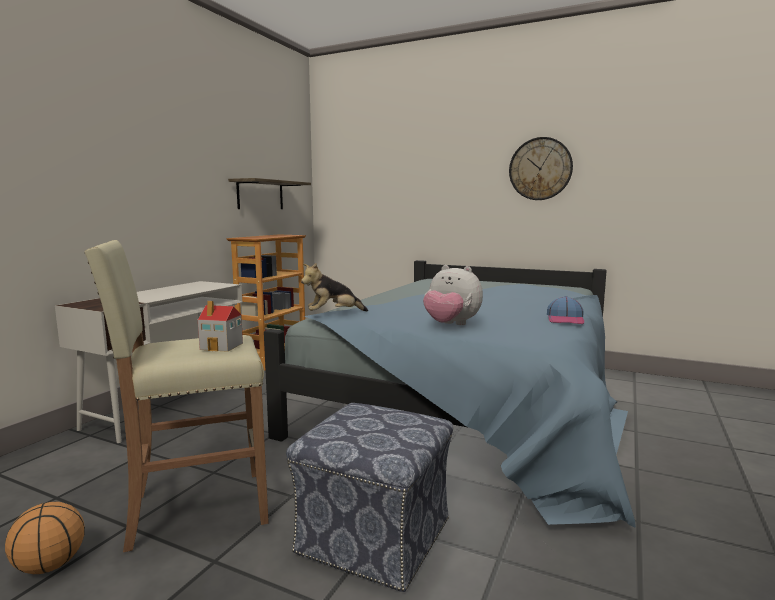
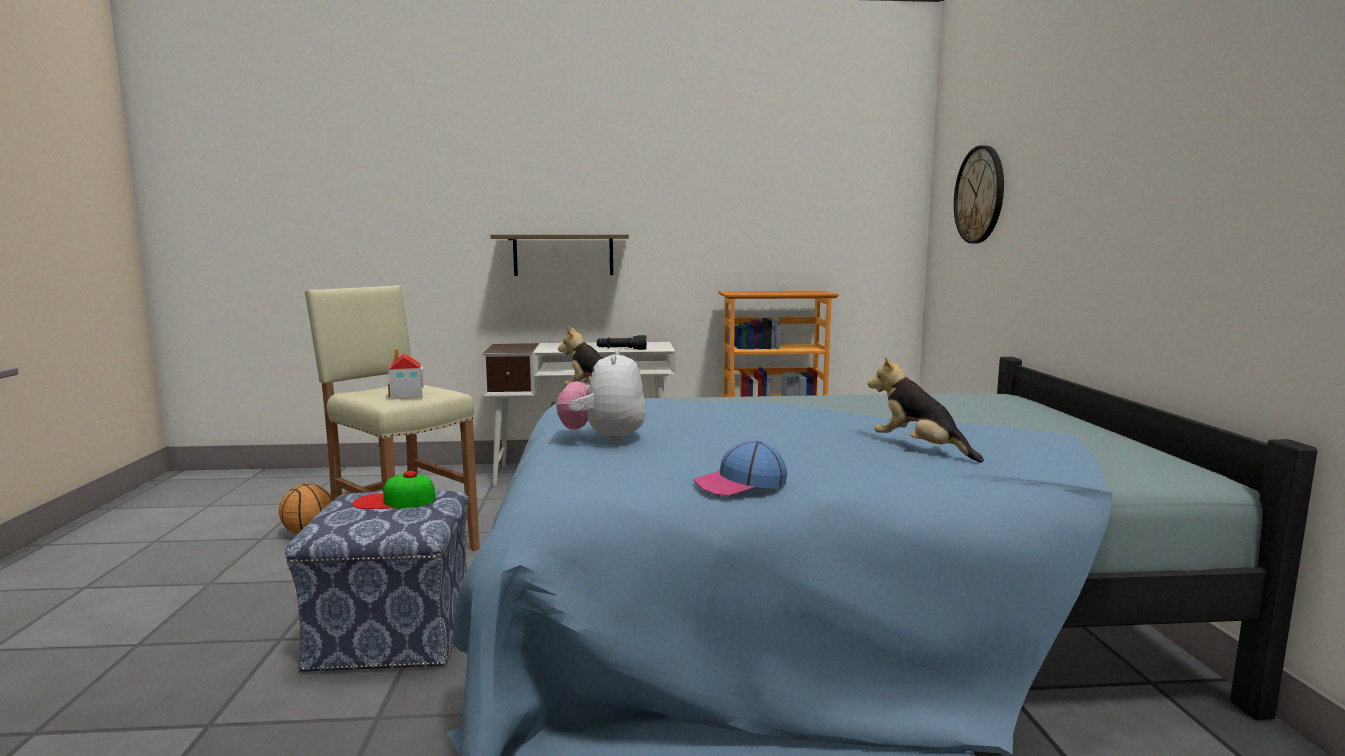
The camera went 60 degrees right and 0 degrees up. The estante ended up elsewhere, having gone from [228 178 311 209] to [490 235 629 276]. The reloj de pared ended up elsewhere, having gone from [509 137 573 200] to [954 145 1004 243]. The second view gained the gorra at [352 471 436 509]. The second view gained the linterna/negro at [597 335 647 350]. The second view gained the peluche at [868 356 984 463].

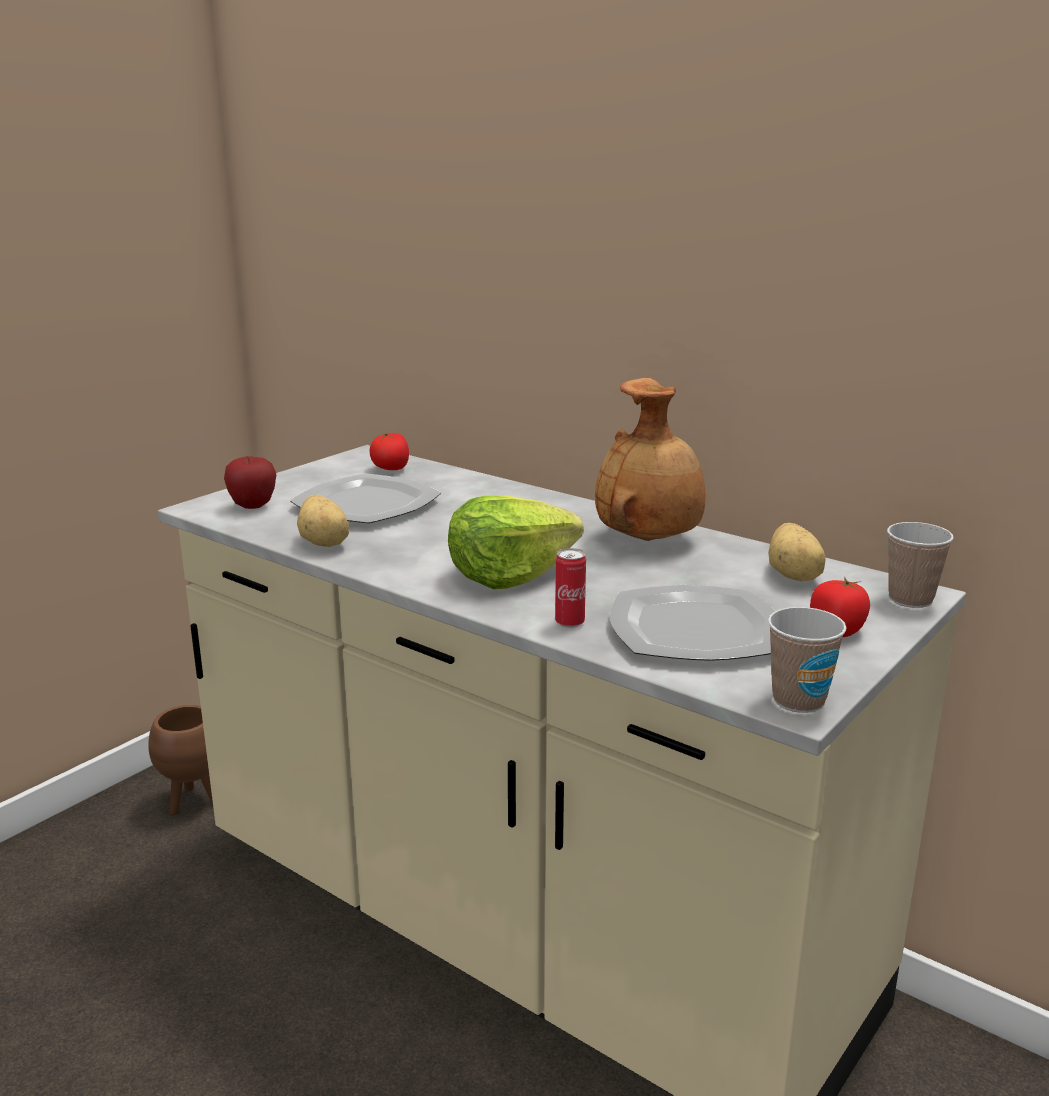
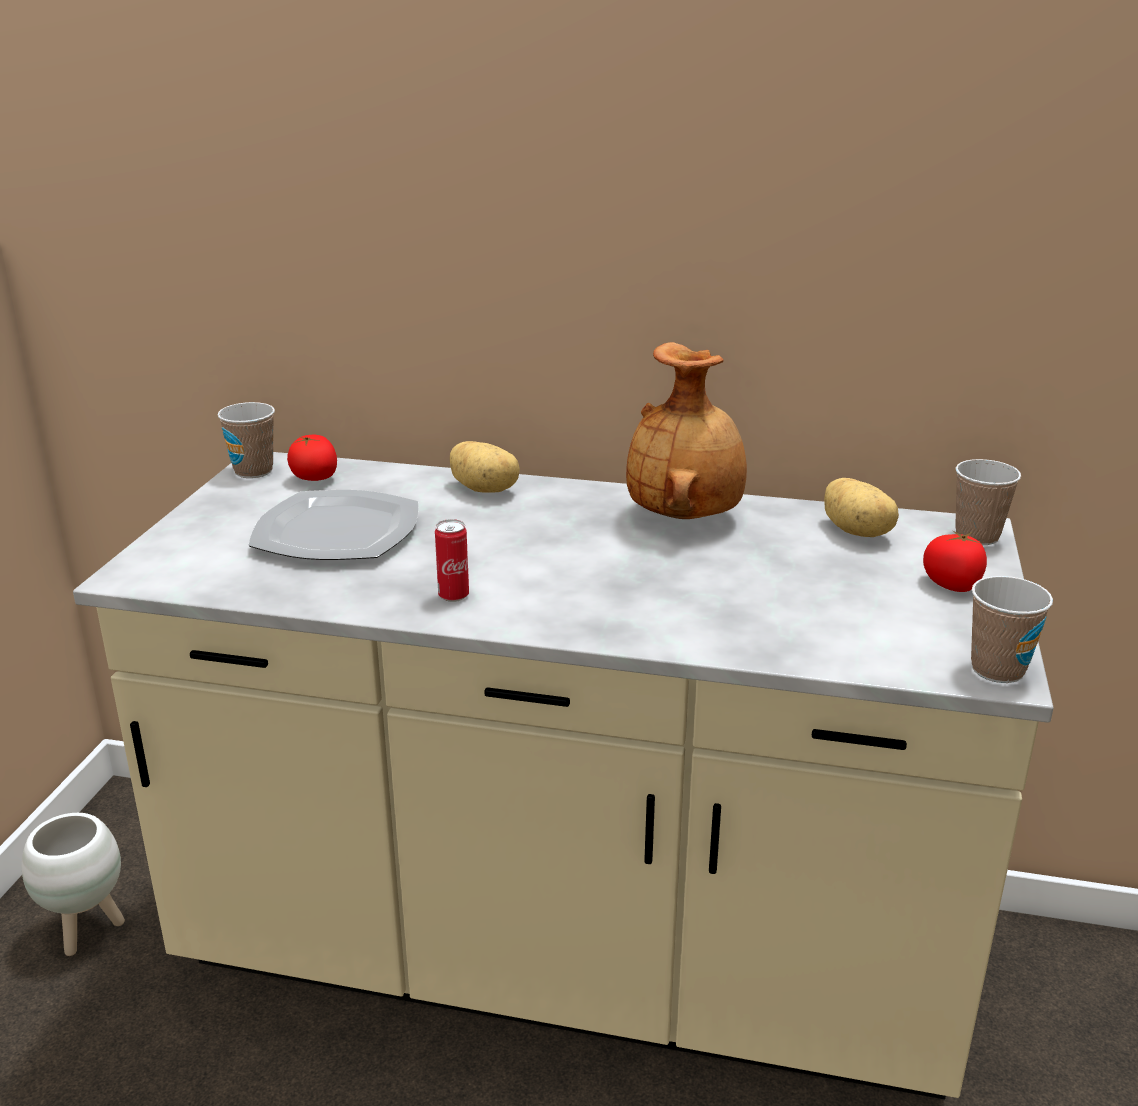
The camera went 25 degrees left and 5 degrees up. What was the maceta/marrón at [148 705 213 815] turned into the maceta/blanco at [22 813 125 956]. The second view lost the manzana at [224 456 276 509]. The patata ended up elsewhere, having gone from [297 495 349 547] to [450 441 520 493]. The second view lost the lechuga at [448 495 583 589]. The lata ended up elsewhere, having gone from [555 548 586 628] to [435 519 469 602]. The second view lost the plato at [610 585 775 661]. The second view gained the taza at [218 402 275 478].

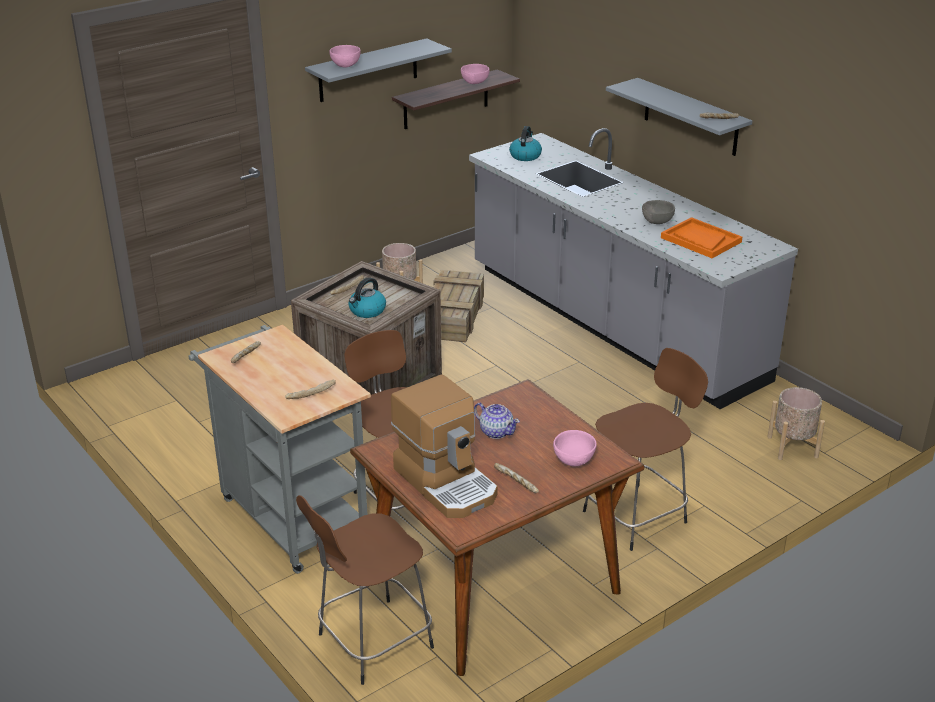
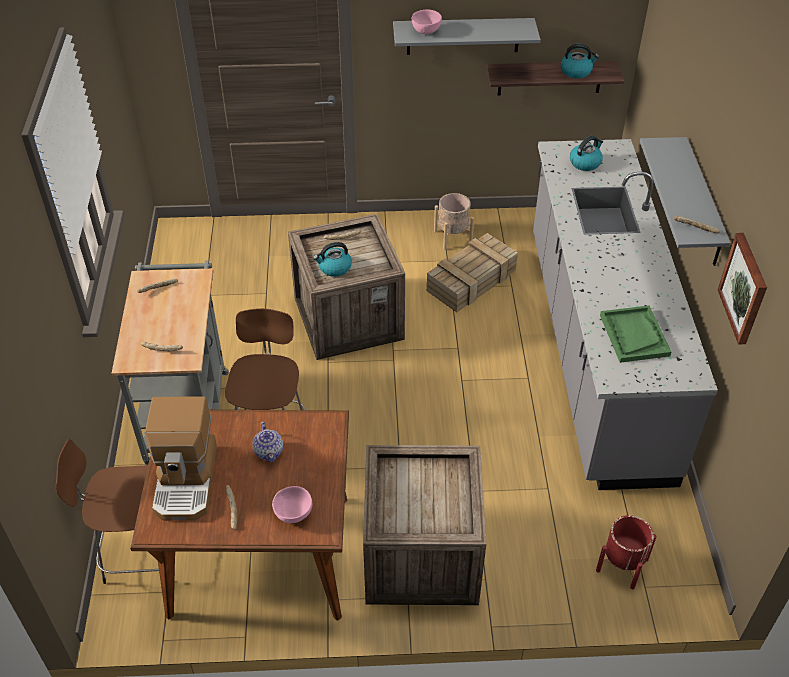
The camera went 35 degrees right and 15 degrees up. Where the cuenco/rosa stood at [461 64 489 84], the hervidor came to stand at [561 44 599 79]. Where the taburete/marrón stood at [583 348 708 551], the caja de embalaje came to stand at [363 445 486 605]. The second view lost the cuenco/gris at [642 200 675 224]. What was the bandeja/naranja at [661 217 742 258] turned into the bandeja/verde at [600 305 671 363]. What was the maceta/beis at [767 387 825 460] turned into the maceta/rojo at [596 515 657 589]. The second view gained the cuadro at [718 233 767 345].

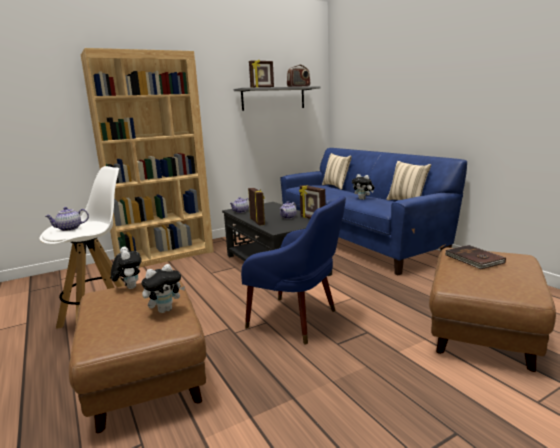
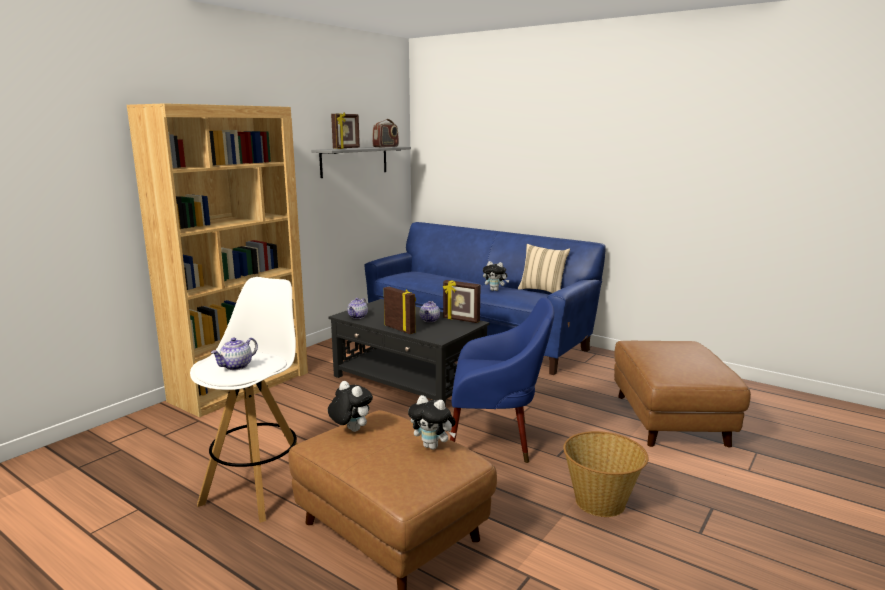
The camera went 25 degrees left and 0 degrees up. The peluche at [141 264 185 313] ended up facing another way, 90 degrees clockwise from before. The second view lost the cojín/beis at [322 153 352 190]. The second view lost the libro/marrón at [445 245 506 269]. The second view gained the cesta at [563 431 649 517].

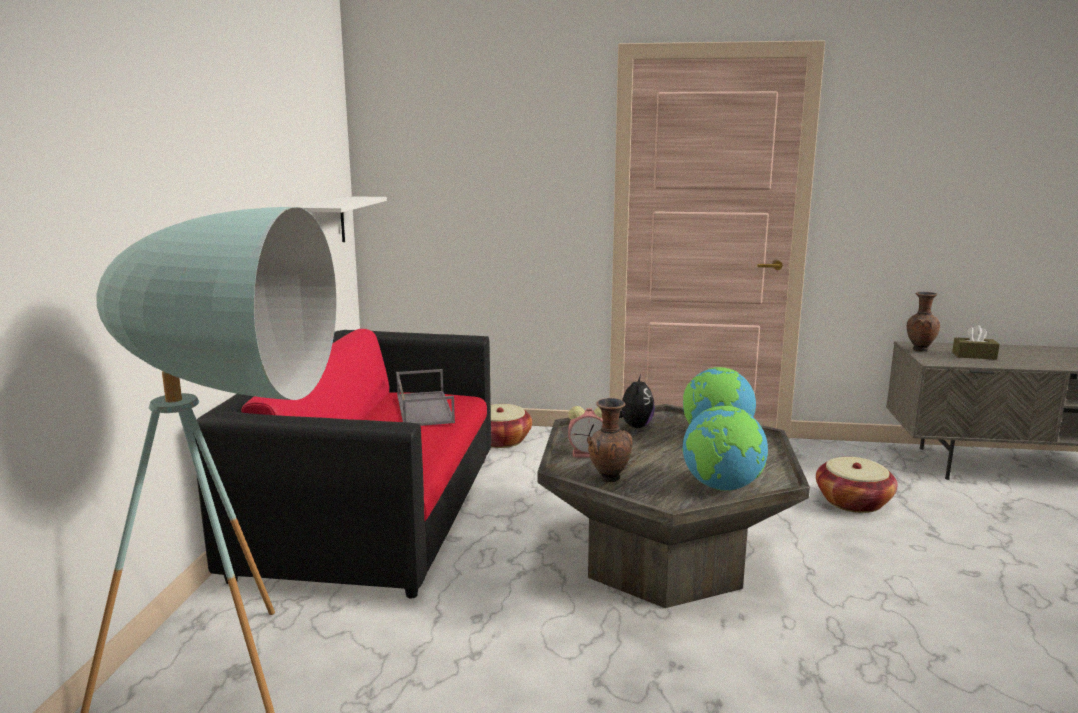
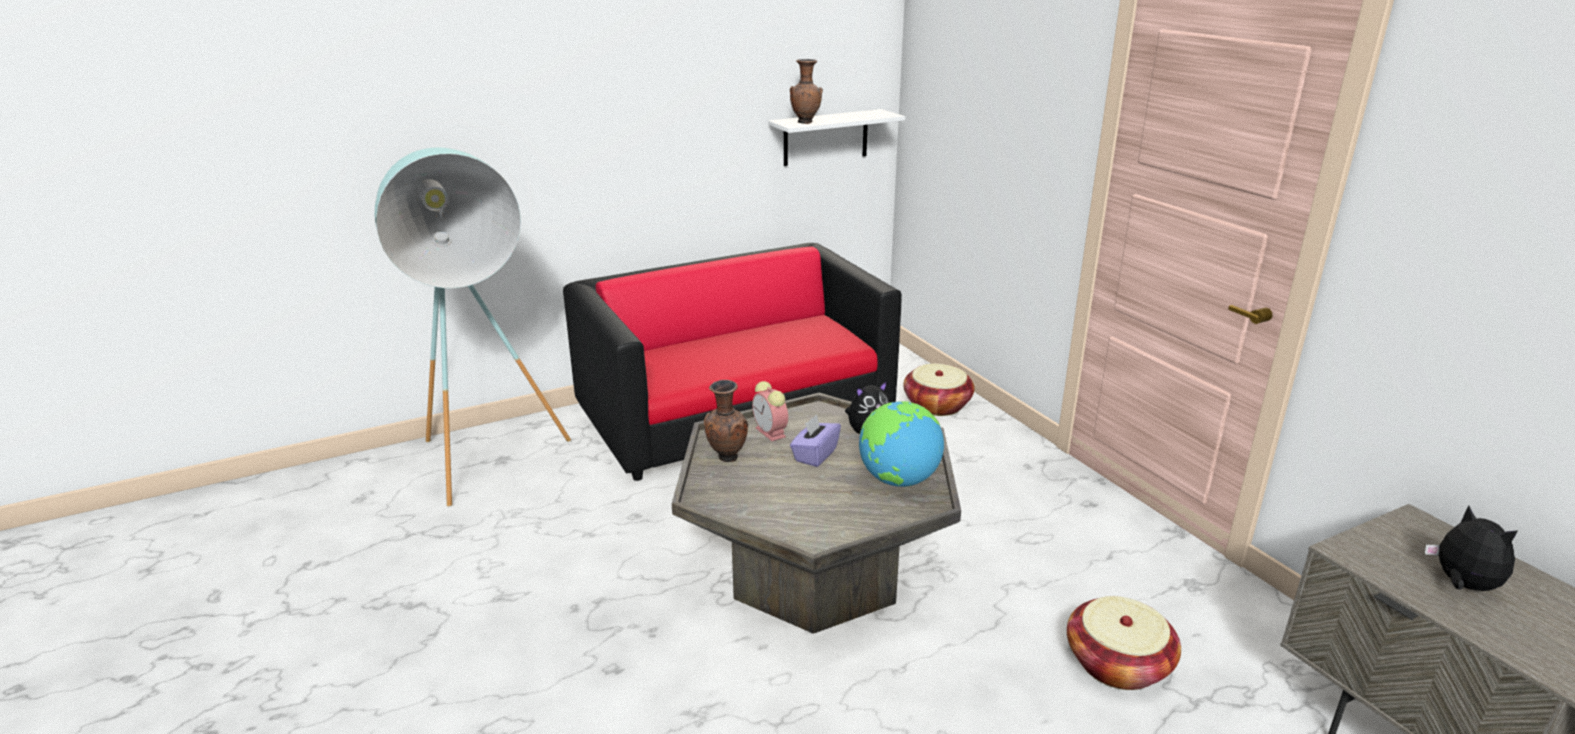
The camera went 55 degrees right and 10 degrees up. The second view lost the bandeja/gris at [396 369 455 426]. The second view lost the globo terráqueo at [682 406 768 491]. The florero/marrón ended up elsewhere, having gone from [907 292 940 351] to [790 59 823 124]. Where the caja de pañuelos/marrón stood at [952 325 1000 360], the peluche came to stand at [1425 505 1518 591]. The second view gained the caja de pañuelos/morado at [790 414 841 467].

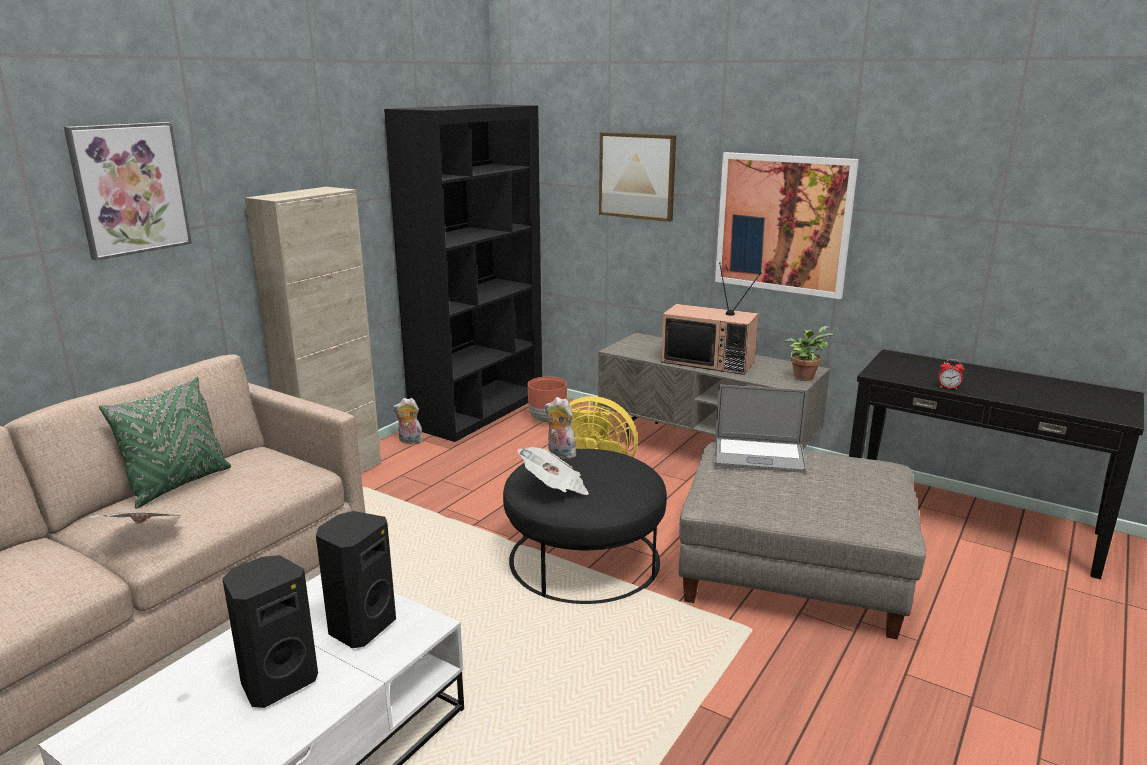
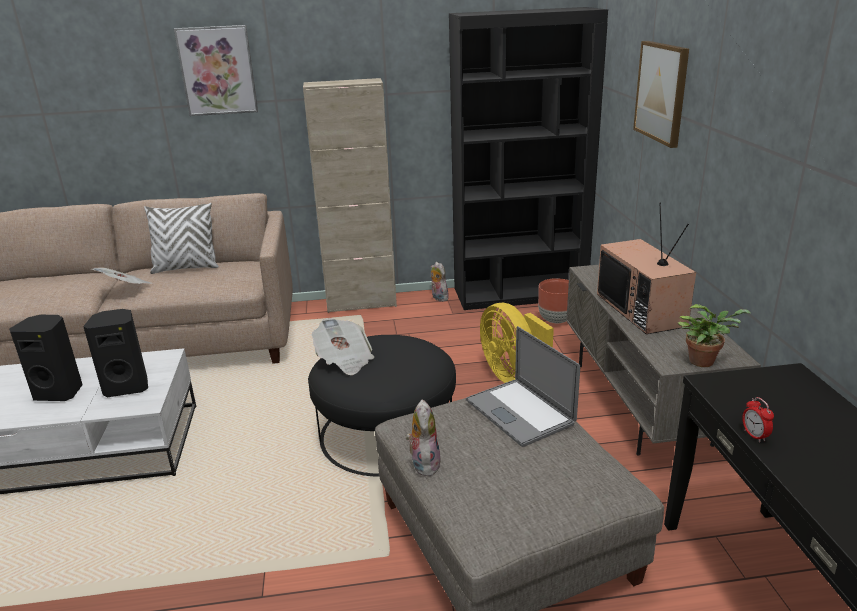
The camera went 50 degrees right and 5 degrees up. What was the cojín/verde at [99 377 231 509] turned into the cojín/blanco at [144 203 219 274]. The peluche ended up elsewhere, having gone from [545 397 576 459] to [406 399 441 476]. The second view lost the cuadro at [715 152 859 299].

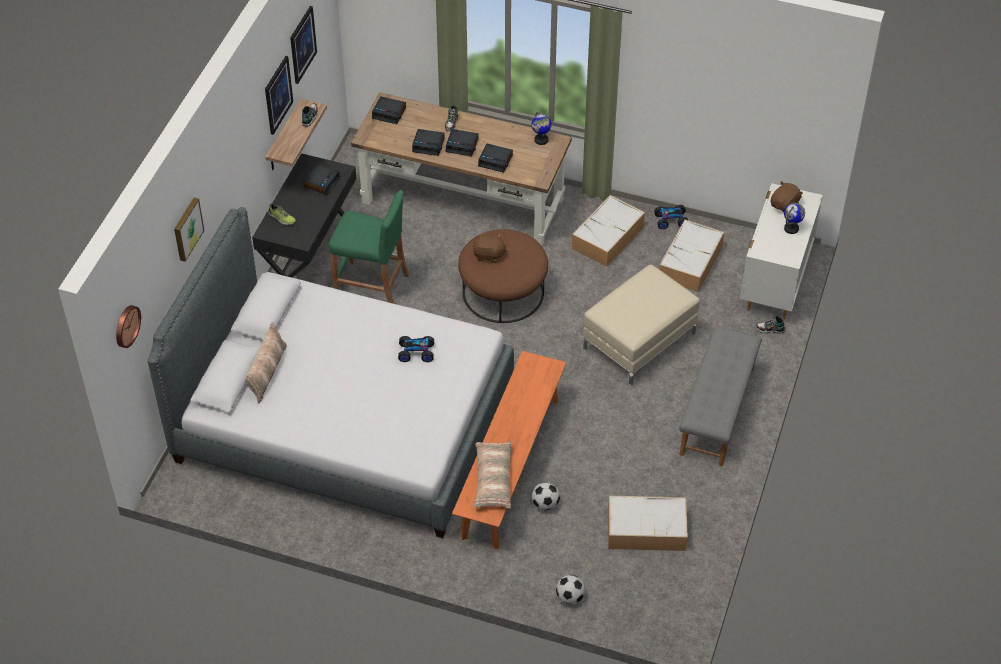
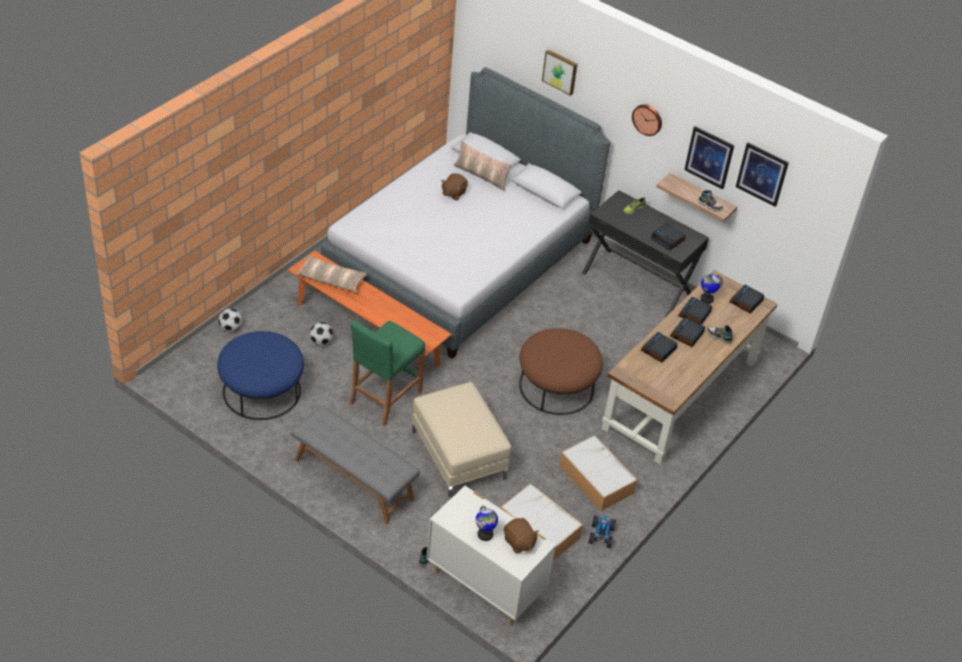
The camera went 105 degrees right and 5 degrees down. The reloj de pared ended up elsewhere, having gone from [116 305 141 348] to [632 104 662 136]. The taburete/verde ended up elsewhere, having gone from [328 190 409 304] to [349 320 425 425]. The second view lost the coche de juguete at [398 336 434 362]. The peluche/marrón ended up elsewhere, having gone from [473 233 507 263] to [441 173 468 200]. The globo terráqueo ended up elsewhere, having gone from [531 112 552 145] to [700 274 723 304]. Where the caja de almacenaje stood at [608 496 688 551], the puf/azul came to stand at [217 331 304 420].

